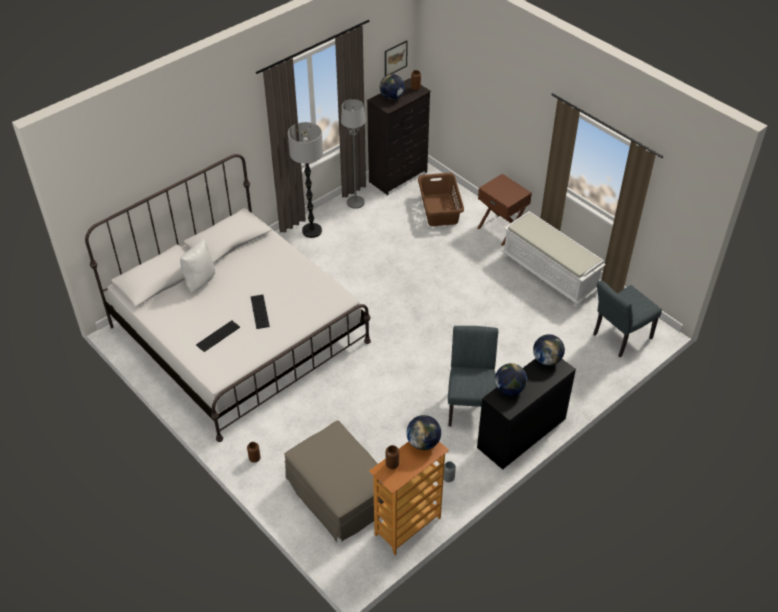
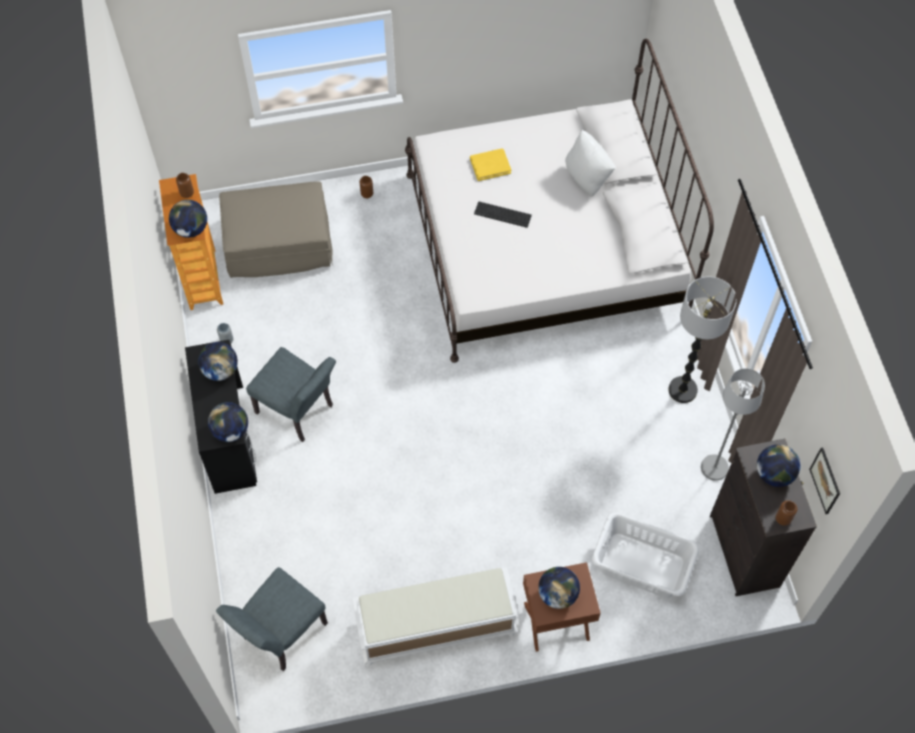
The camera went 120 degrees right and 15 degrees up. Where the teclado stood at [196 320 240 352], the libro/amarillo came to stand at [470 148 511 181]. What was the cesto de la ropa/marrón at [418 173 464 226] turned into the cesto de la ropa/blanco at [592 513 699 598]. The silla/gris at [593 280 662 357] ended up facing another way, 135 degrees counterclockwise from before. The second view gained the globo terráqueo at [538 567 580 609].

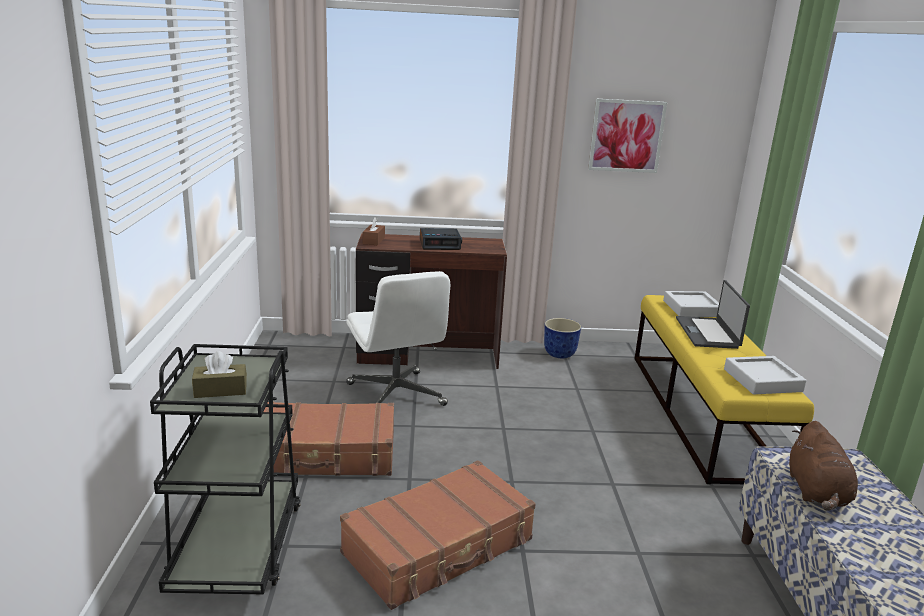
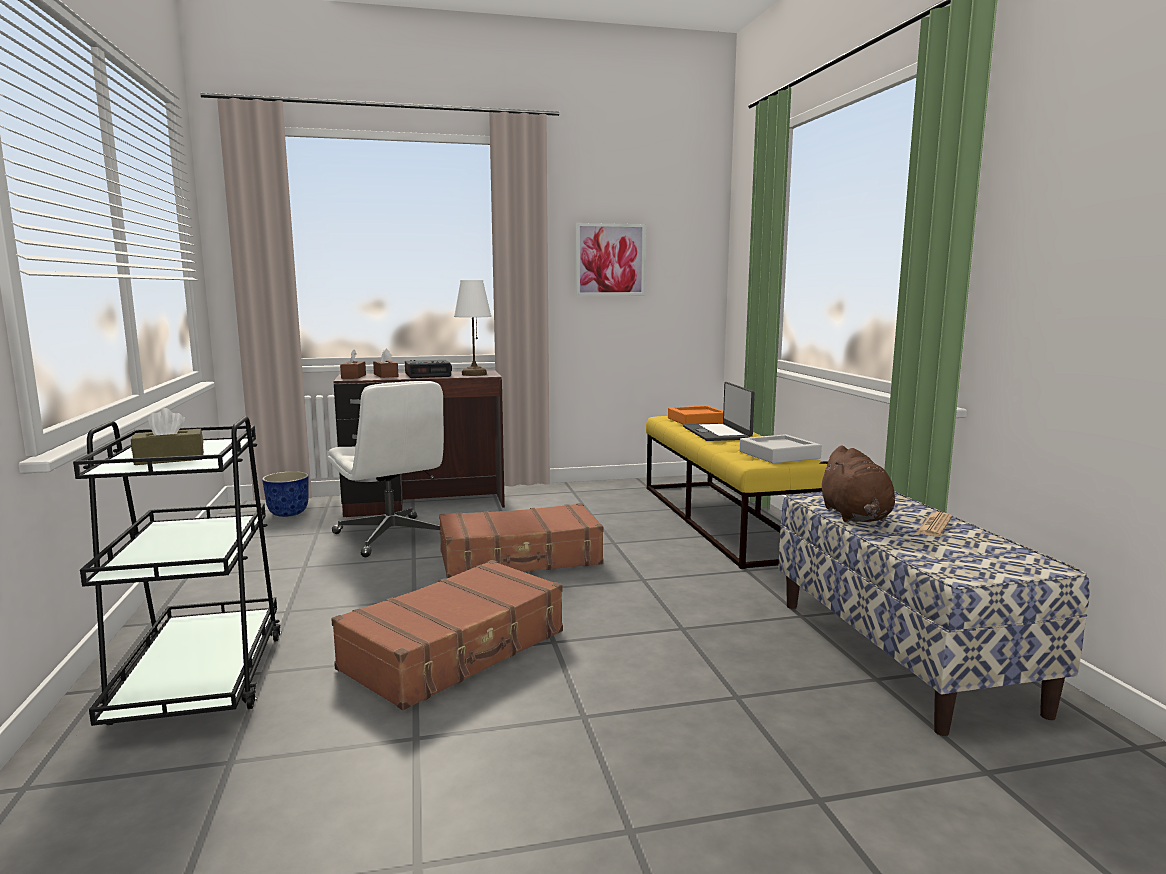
The camera went 10 degrees left and 10 degrees down. The maleta/marrón ended up elsewhere, having gone from [264 402 394 476] to [439 503 603 578]. The maceta ended up elsewhere, having gone from [544 318 581 358] to [262 471 309 517]. What was the bandeja/gris at [663 291 719 317] turned into the bandeja/naranja at [668 406 723 424]. The second view gained the caja de pañuelos/marrón at [373 349 398 378]. The second view gained the lámpara de mesa/blanco at [454 280 491 376]. The second view gained the periódico at [916 512 952 537].

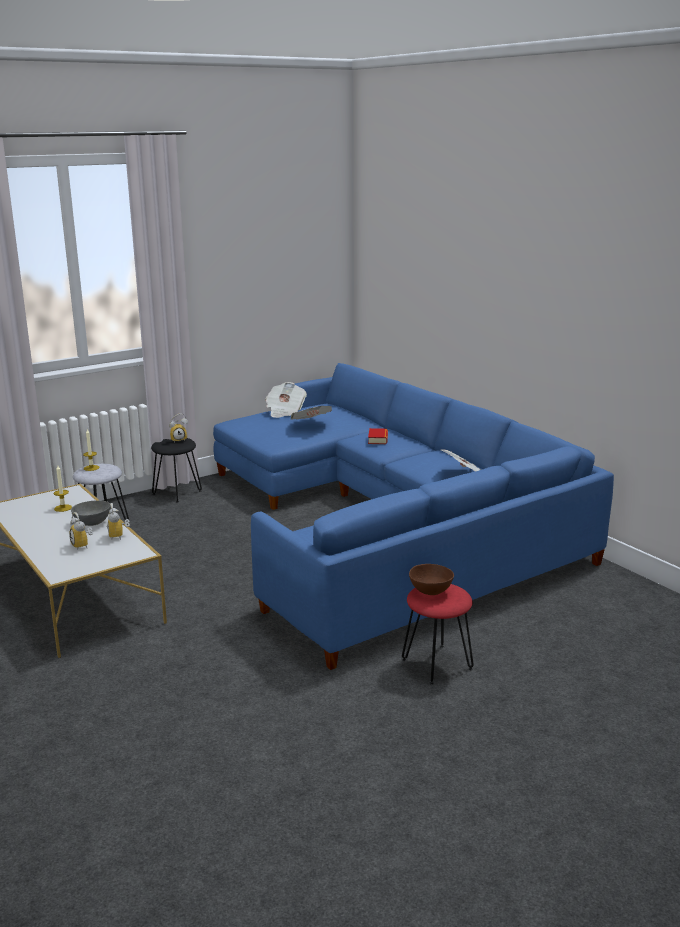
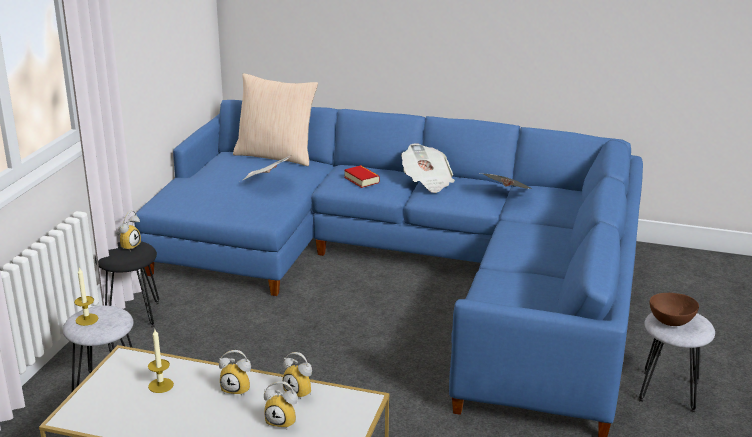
The camera went 40 degrees left and 5 degrees up. Where the cuenco/gris stood at [71 500 111 526], the despertador came to stand at [219 350 251 396]. The periódico ended up elsewhere, having gone from [265 382 307 418] to [401 143 455 193]. What was the taburete/rojo at [402 584 474 685] turned into the taburete/gris at [639 313 715 413]. The second view gained the cojín/beis at [233 73 318 166].

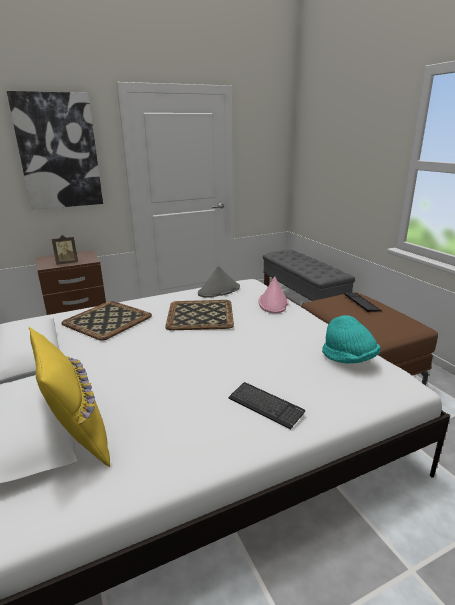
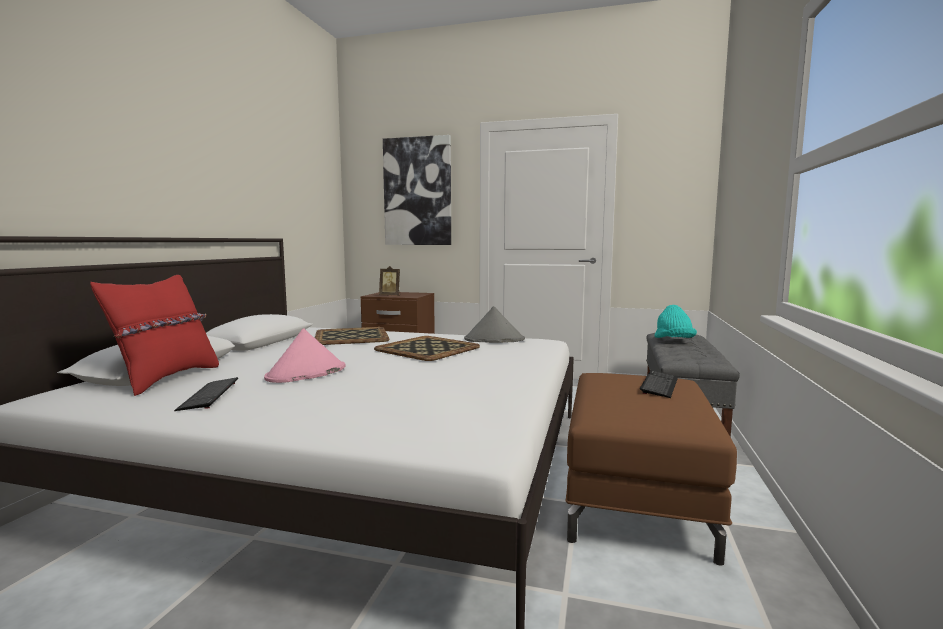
The camera went 40 degrees right and 15 degrees down. What was the cojín/amarillo at [28 326 110 467] turned into the cojín/rojo at [90 275 219 396]. The teclado ended up elsewhere, having gone from [228 382 305 430] to [174 377 238 411]. The sombrero/rosa ended up elsewhere, having gone from [258 277 289 313] to [264 328 345 383]. The sombrero/turquesa ended up elsewhere, having gone from [322 315 381 364] to [654 305 697 338].

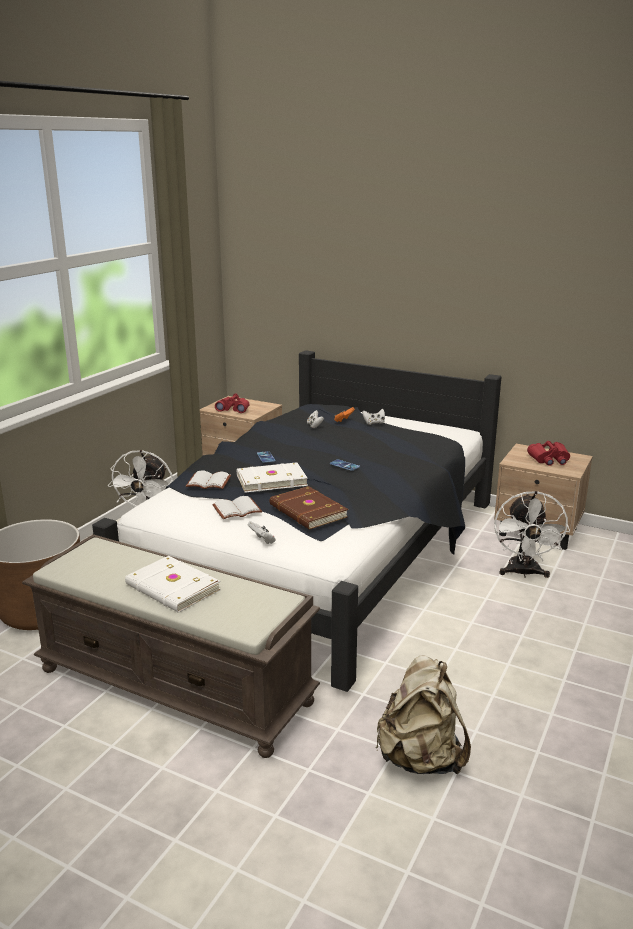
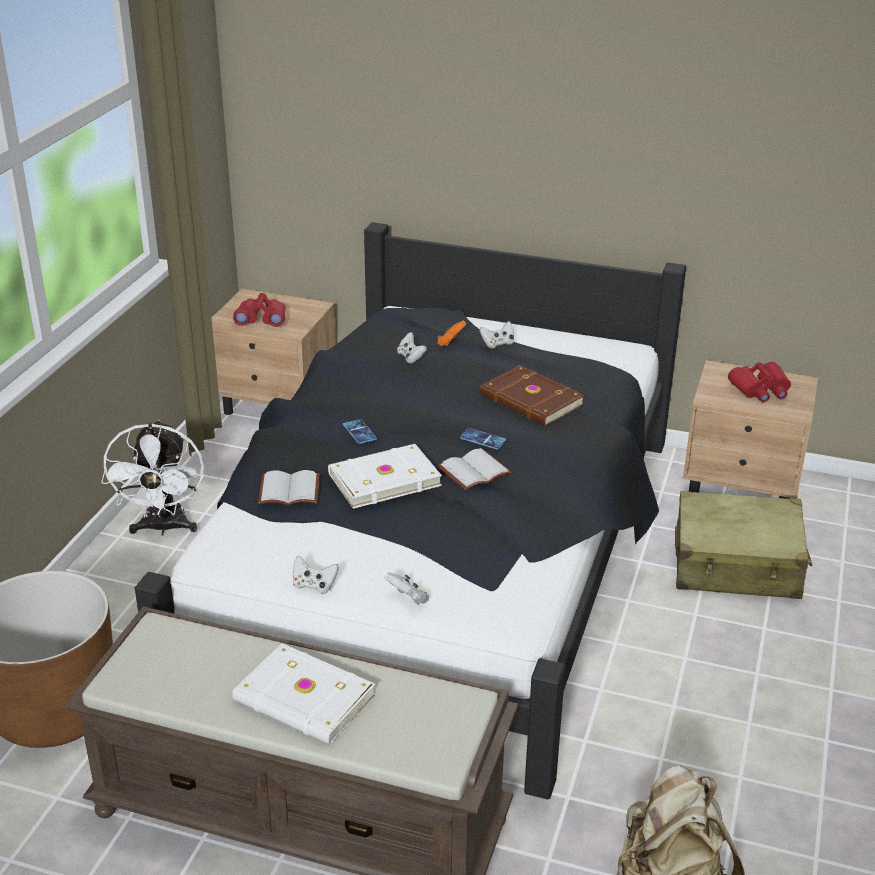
The camera went 10 degrees left and 10 degrees up. The libro/blanco ended up elsewhere, having gone from [212 496 262 519] to [438 448 512 491]. The libro/marrón ended up elsewhere, having gone from [270 486 348 530] to [480 365 585 426]. Where the ventilador/blanco stood at [494 491 570 578], the maleta/beis came to stand at [675 491 812 599]. The second view gained the mando de consola/blanco at [293 556 339 594].

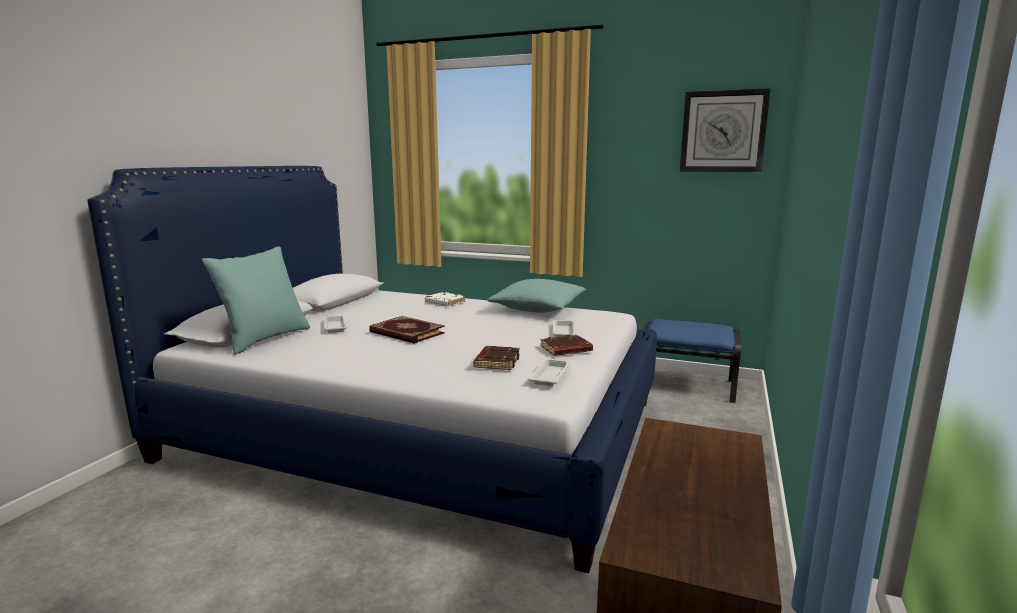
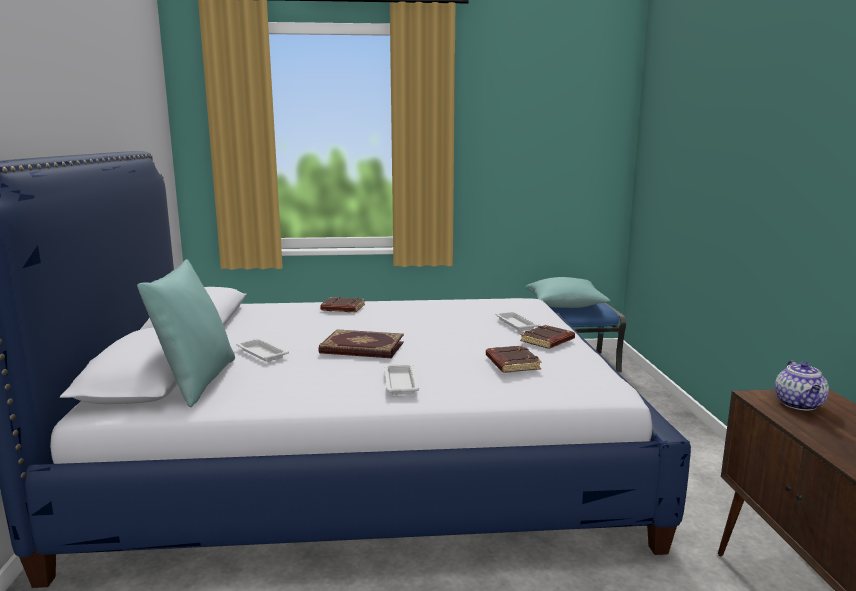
The camera went 25 degrees left and 0 degrees up. What was the libro/blanco at [425 292 465 306] turned into the libro/marrón at [320 297 365 312]. The cojín/turquesa ended up elsewhere, having gone from [487 279 586 313] to [525 277 611 308]. The bandeja/blanco ended up elsewhere, having gone from [529 358 571 386] to [384 364 419 395]. The second view lost the reloj de pared at [680 88 771 172]. The second view gained the tetera at [775 360 829 410].

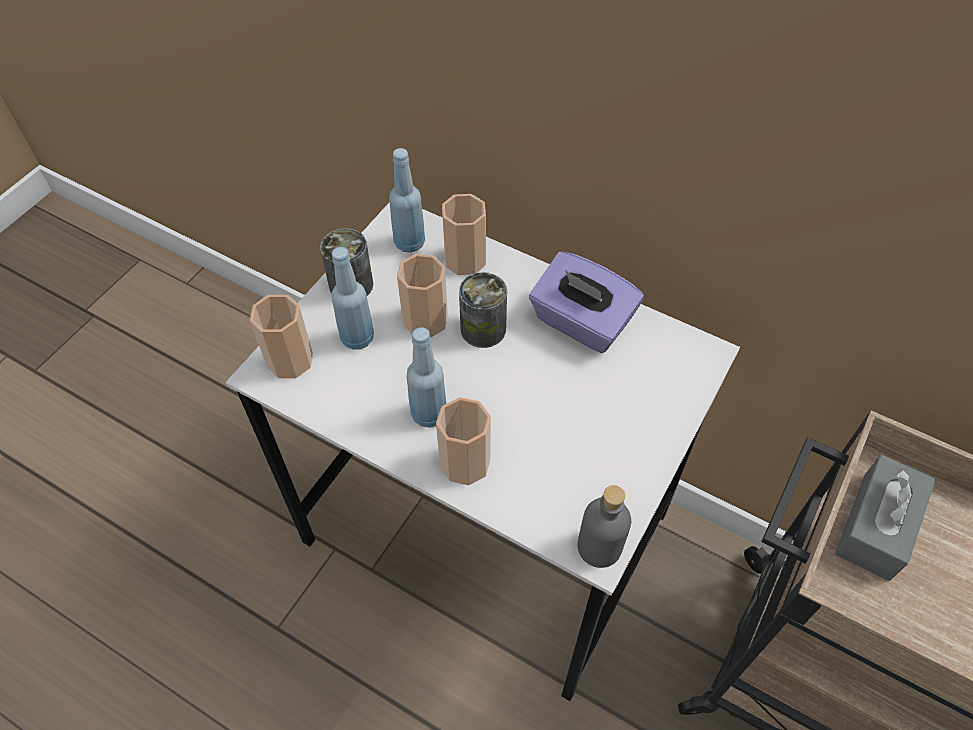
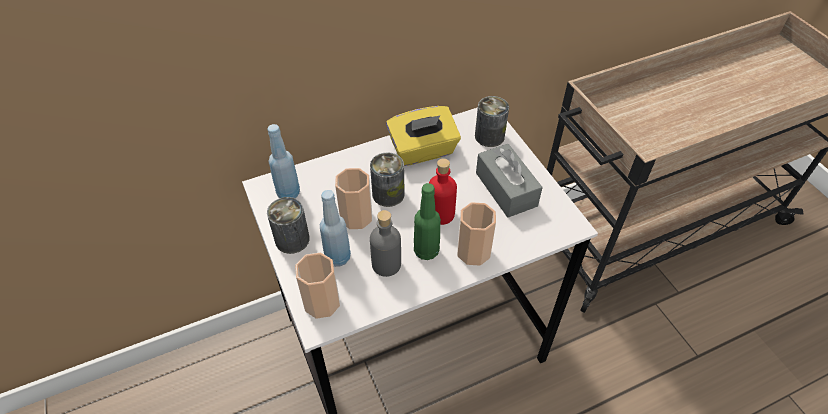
The camera went 55 degrees left and 5 degrees down. What was the botella/azul at [406 327 446 428] turned into the botella/verde at [414 183 441 260]. The second view lost the taza at [442 194 486 275]. What was the caja de pañuelos/morado at [529 251 644 353] turned into the caja de pañuelos/amarillo at [386 106 461 166]. The botella/gris ended up elsewhere, having gone from [577 485 631 568] to [370 210 401 277]. The caja de pañuelos/gris ended up elsewhere, having gone from [835 454 936 581] to [476 144 543 218]. The second view gained the botella/rojo at [429 158 457 225]. The second view gained the lata at [475 96 509 147].

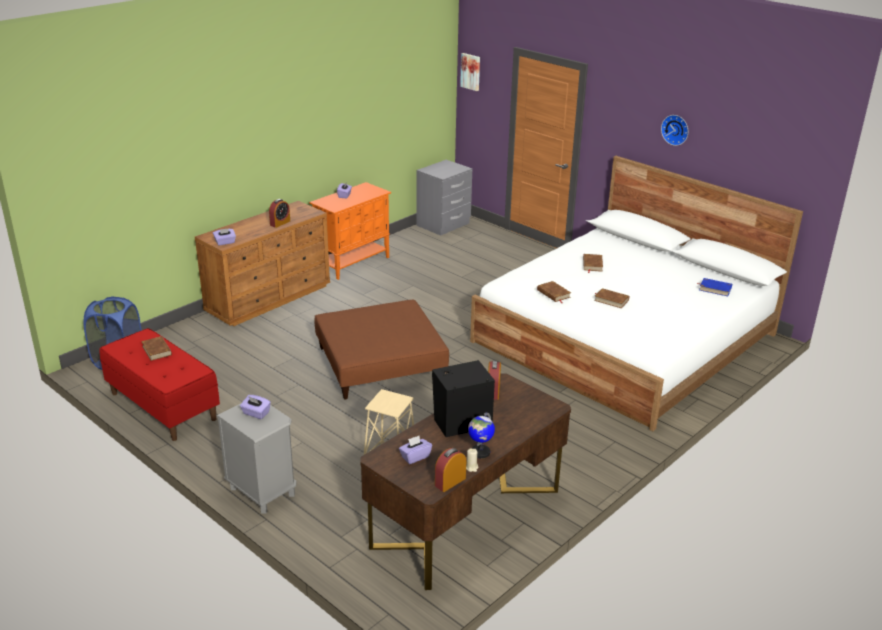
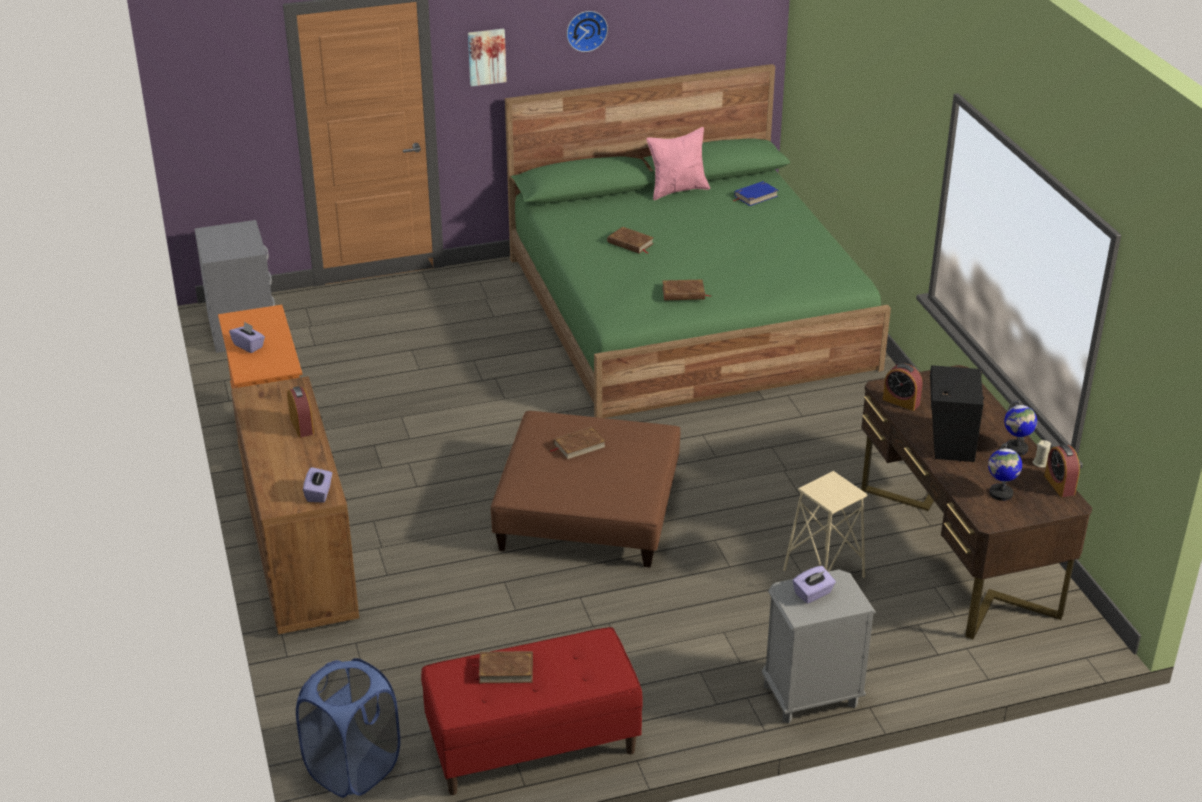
The camera went 60 degrees left and 5 degrees up. Where the caja de pañuelos/morado stood at [399 435 432 464], the globo terráqueo came to stand at [988 443 1022 501]. The cuadro ended up elsewhere, having gone from [460 53 480 91] to [468 29 507 86]. What was the cama/blanco at [470 156 803 431] turned into the cama/verde at [505 64 891 418]. The libro/marrón ended up elsewhere, having gone from [594 288 630 308] to [549 427 606 460]. The second view gained the cojín/rosa at [646 127 710 200].

